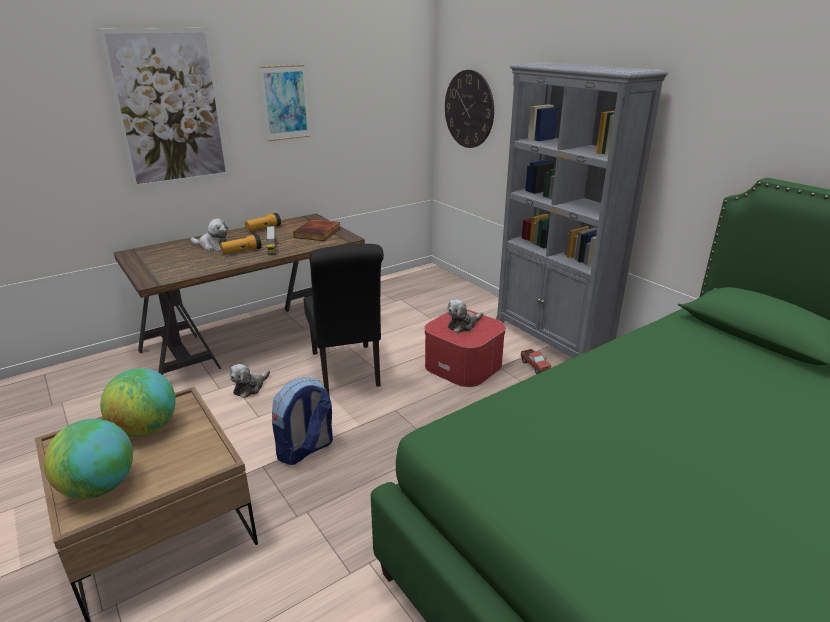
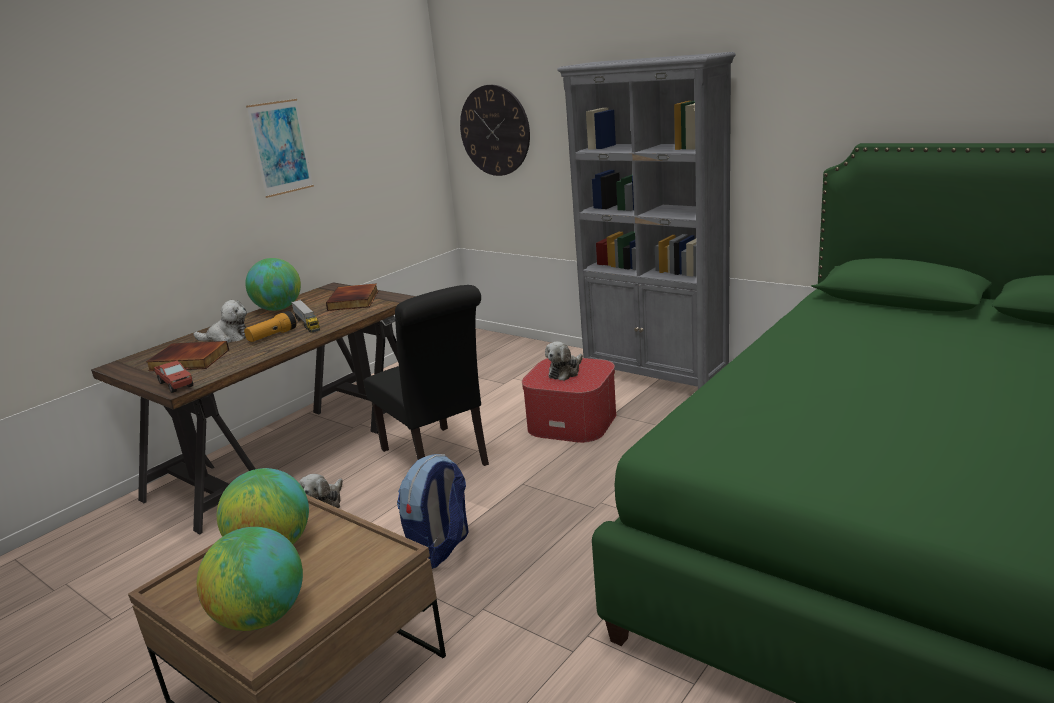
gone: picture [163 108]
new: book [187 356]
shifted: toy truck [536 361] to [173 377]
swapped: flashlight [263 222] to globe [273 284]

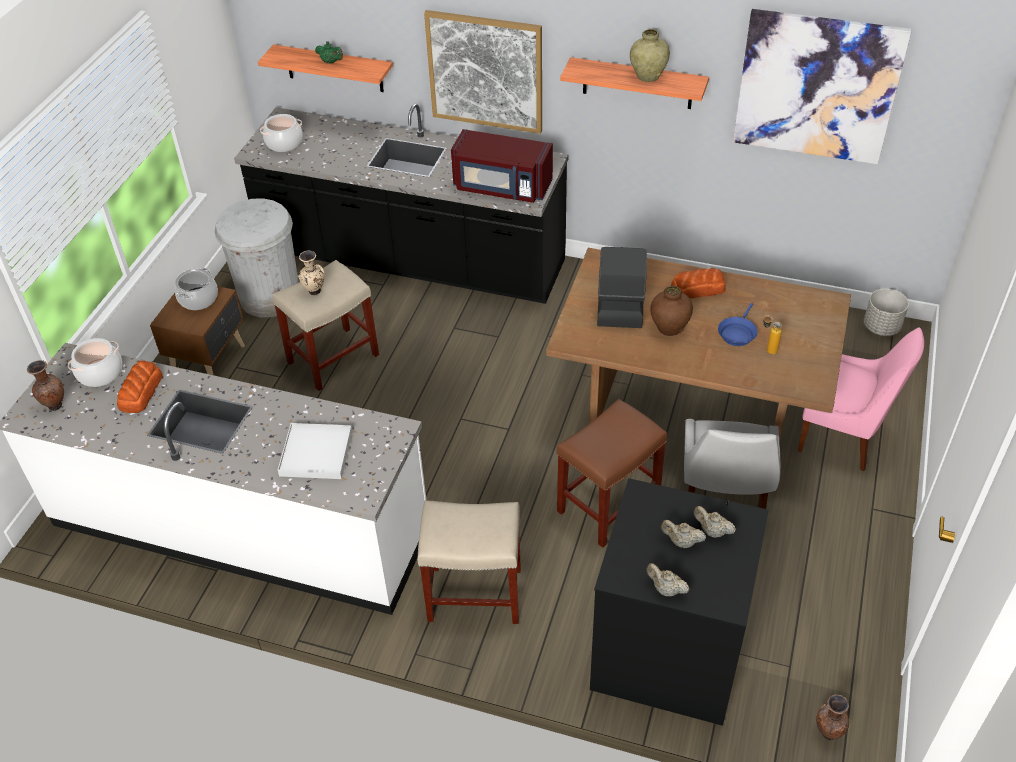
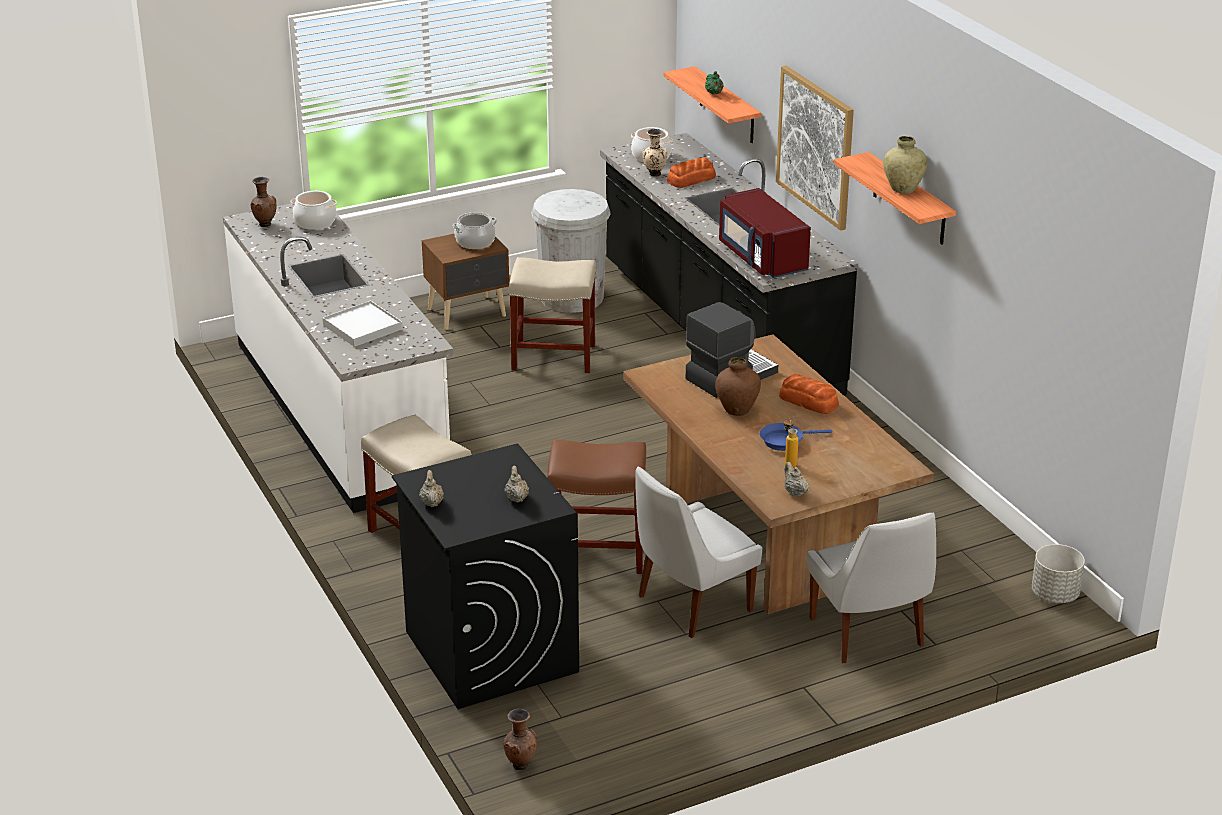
gone: picture [822 86]
shifted: bread [139 387] to [691 172]; vase/beige [310 273] to [655 152]; teapot/beige [683 534] to [796 479]
repainted: chair/pink [861 399] to chair/white [871 588]

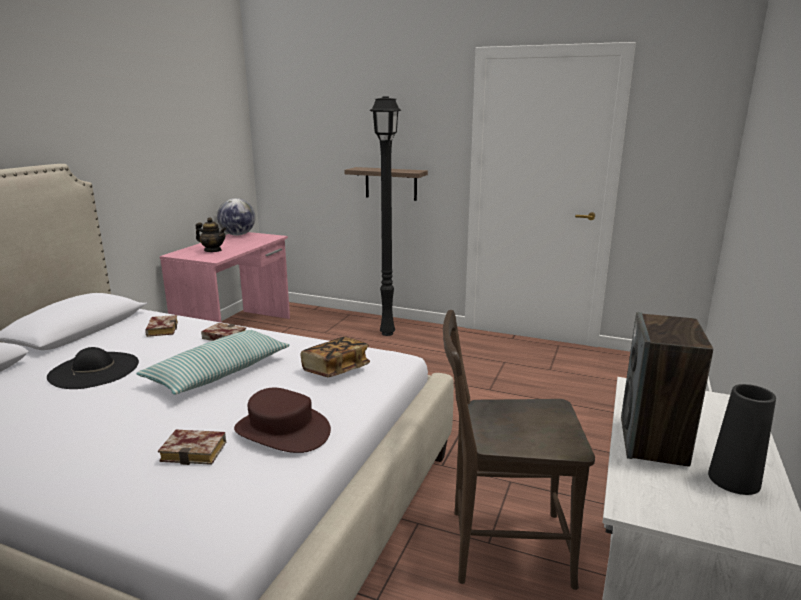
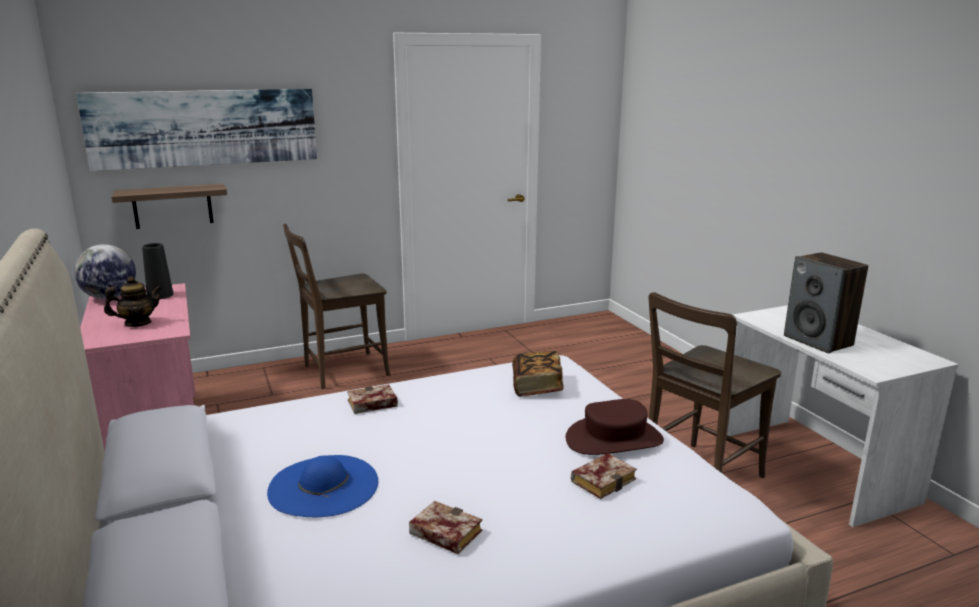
gone: pillow [213 362]
new: picture [196 130]
shifted: book [161 326] to [445 527]; shelf [386 184] to [169 206]; vase/black [742 439] to [158 271]
swapped: floor lamp/black [385 216] to chair/brown [337 306]
repainted: hat/black [93 368] to hat/blue [322 486]

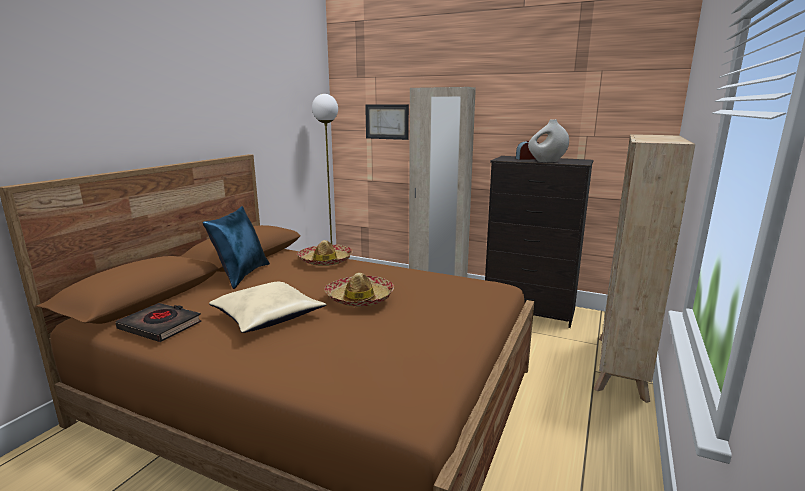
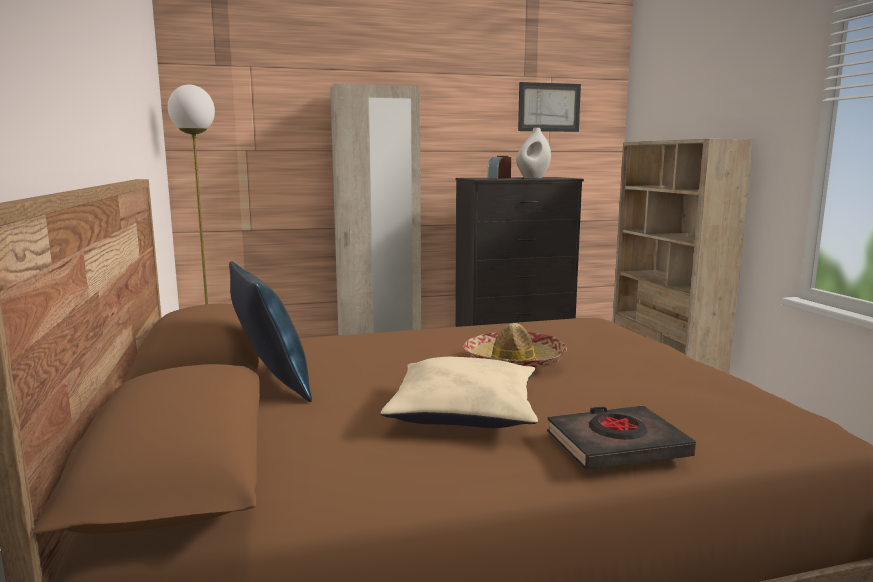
gone: hat [325 253]
shifted: book/black [158 322] to [621 438]; picture [387 122] to [549 107]

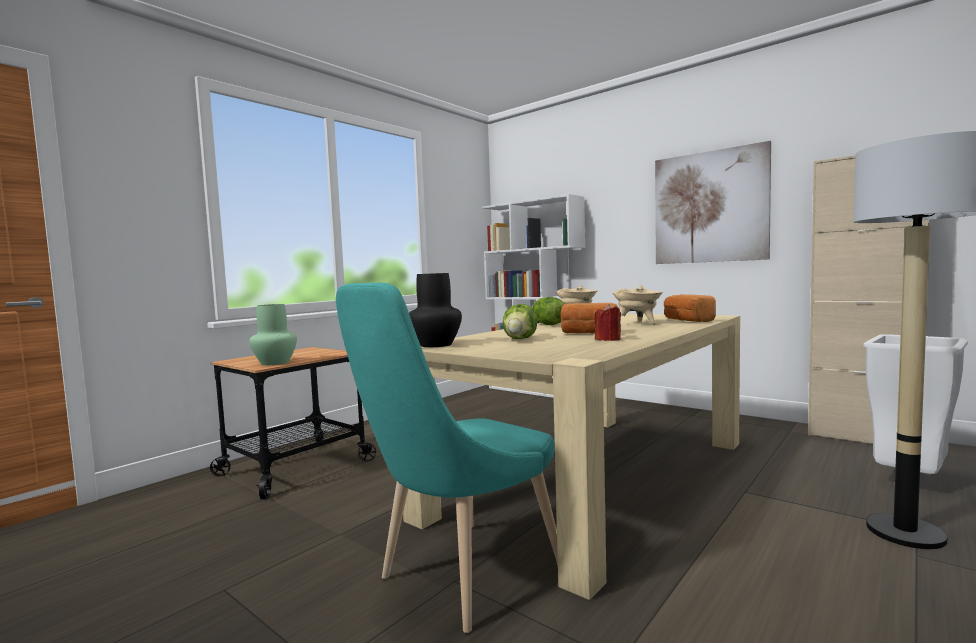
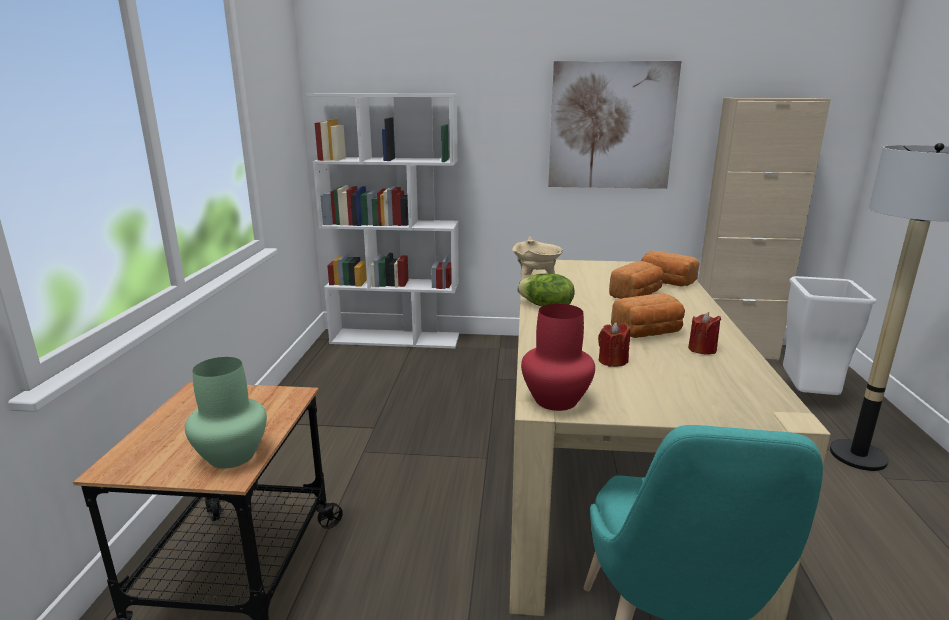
swapped: lettuce [520 321] to candle/red [614 344]; cooking pot/beige [637 305] to bread [636 280]
repainted: vase/black [435 310] to vase/red [558 357]

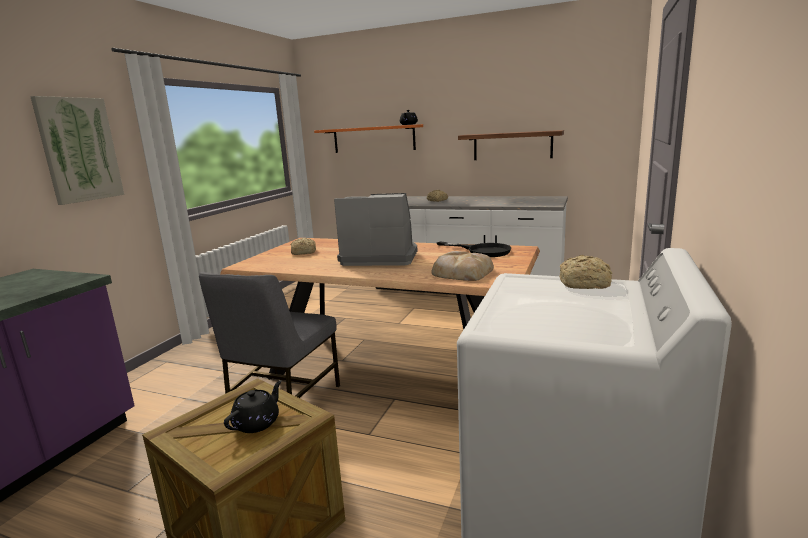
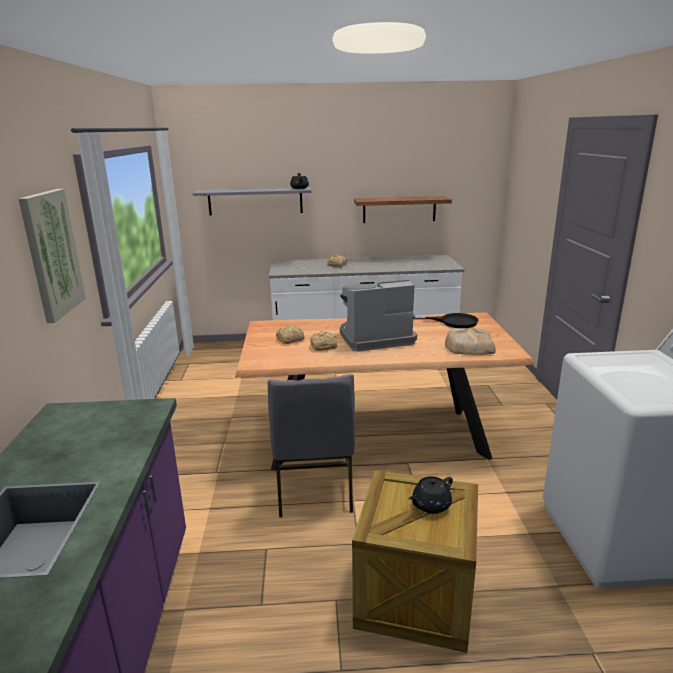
shifted: bread [586 272] to [323 341]
repainted: shelf/orange [368 138] to shelf/grey [252 201]
rotated: teapot/black [253 406] = [431 495] 135 degrees counterclockwise

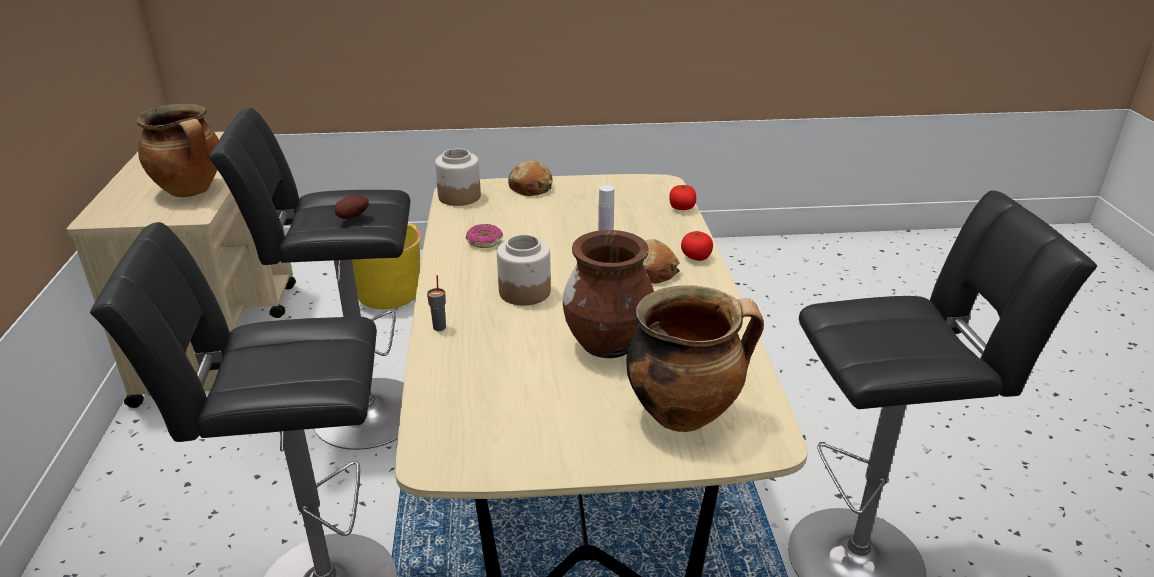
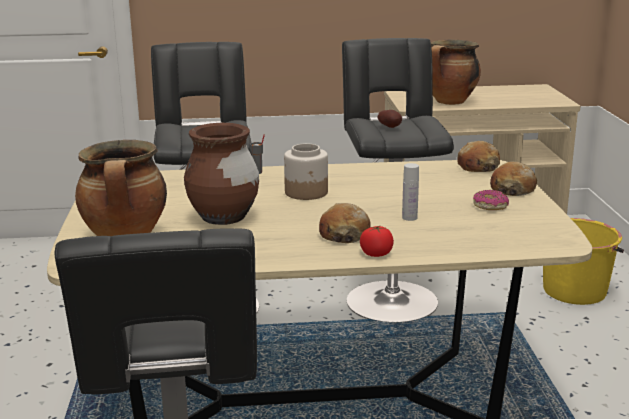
gone: tomato [682 197]
shifted: donut [484 236] to [491 200]
swapped: jar [458 177] to bread [478 156]

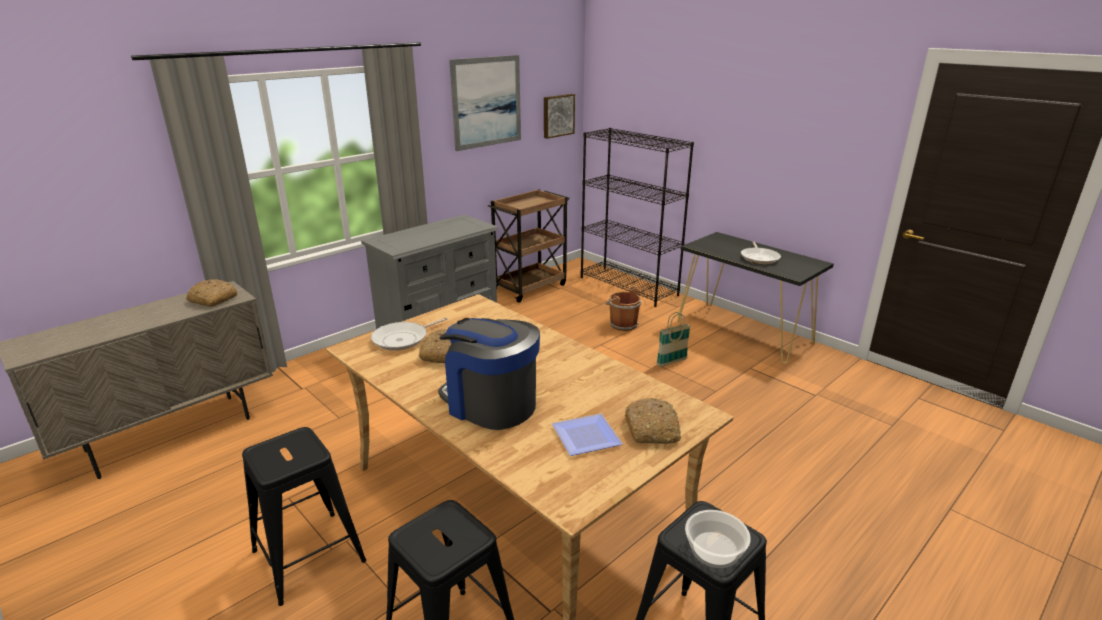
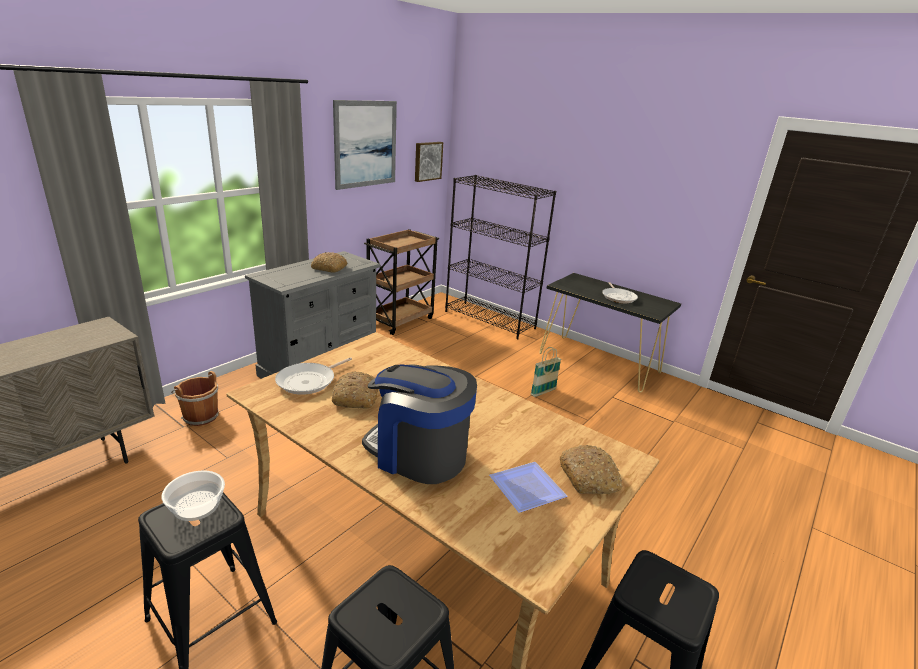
shifted: bread [211 293] to [329 262]; bucket/brown [624 308] to [195 398]; bowl [718 539] to [193 496]

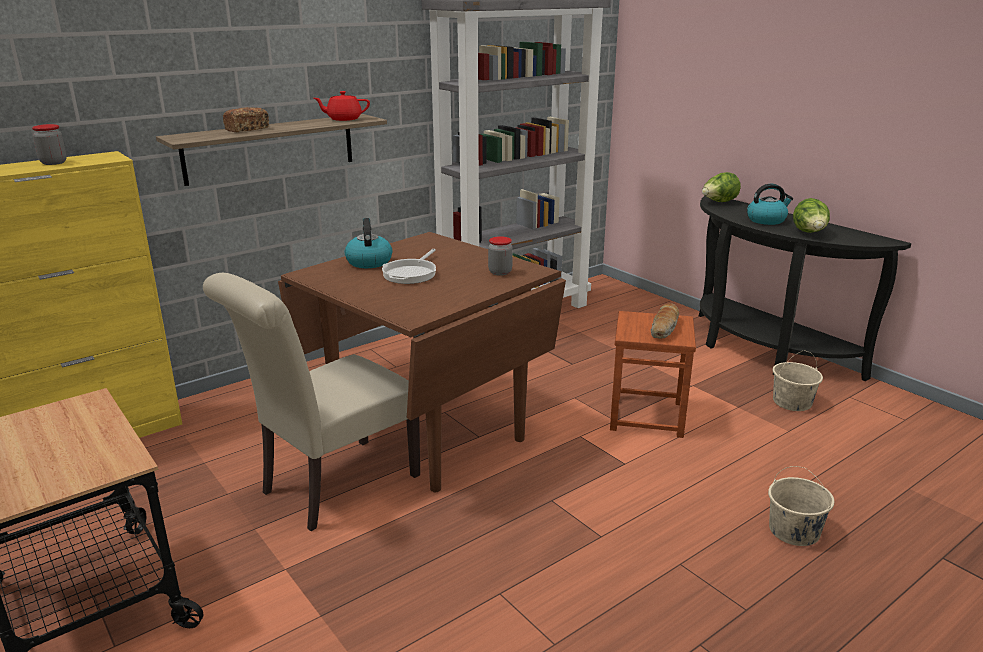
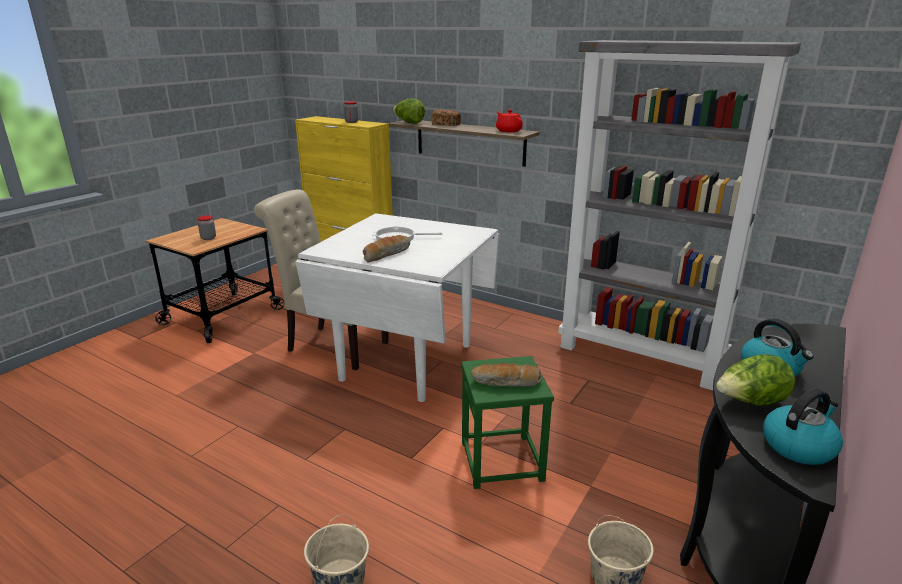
new: bread [386 248]
shifted: kettle [368 243] to [803 426]; jar [500 256] to [206 227]; lettuce [721 187] to [409 111]
repainted: dining table/brown [422 362] to dining table/white [397 307]; stool/brown [653 374] to stool/green [507 422]

